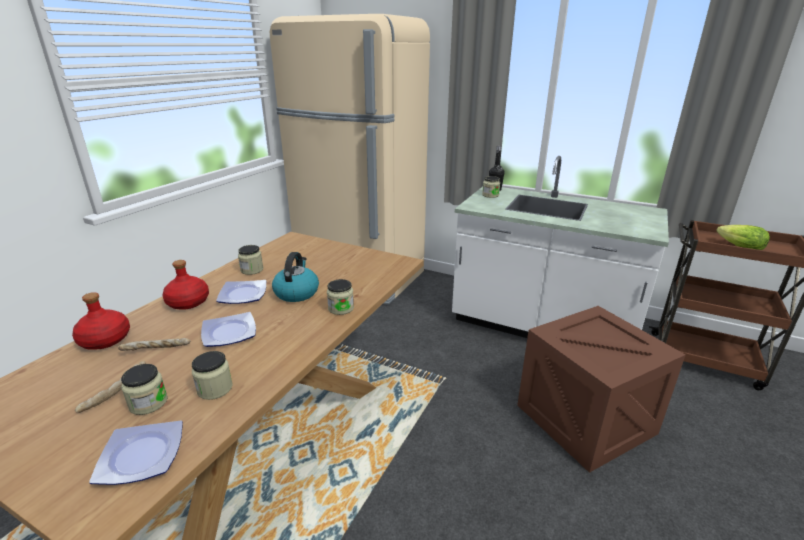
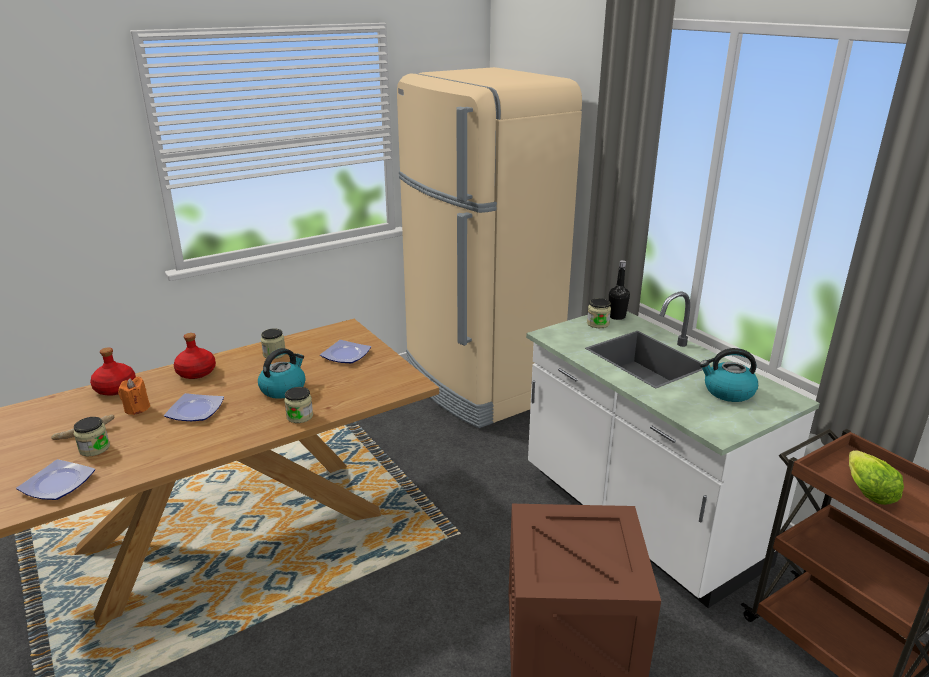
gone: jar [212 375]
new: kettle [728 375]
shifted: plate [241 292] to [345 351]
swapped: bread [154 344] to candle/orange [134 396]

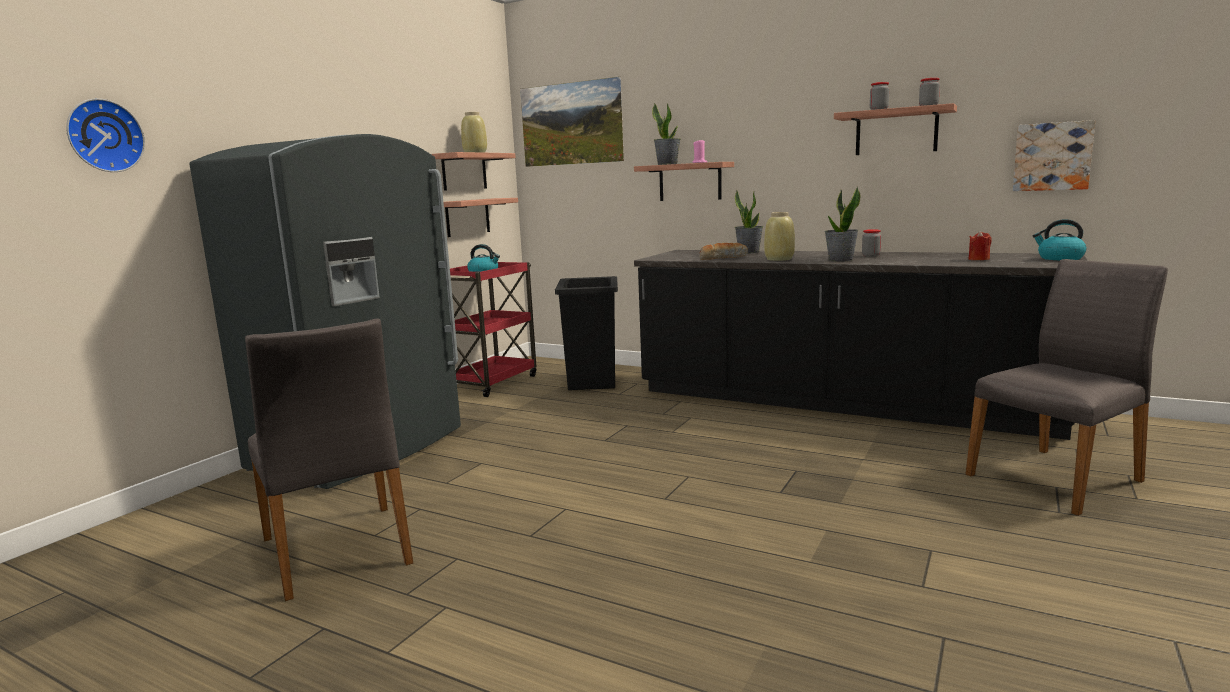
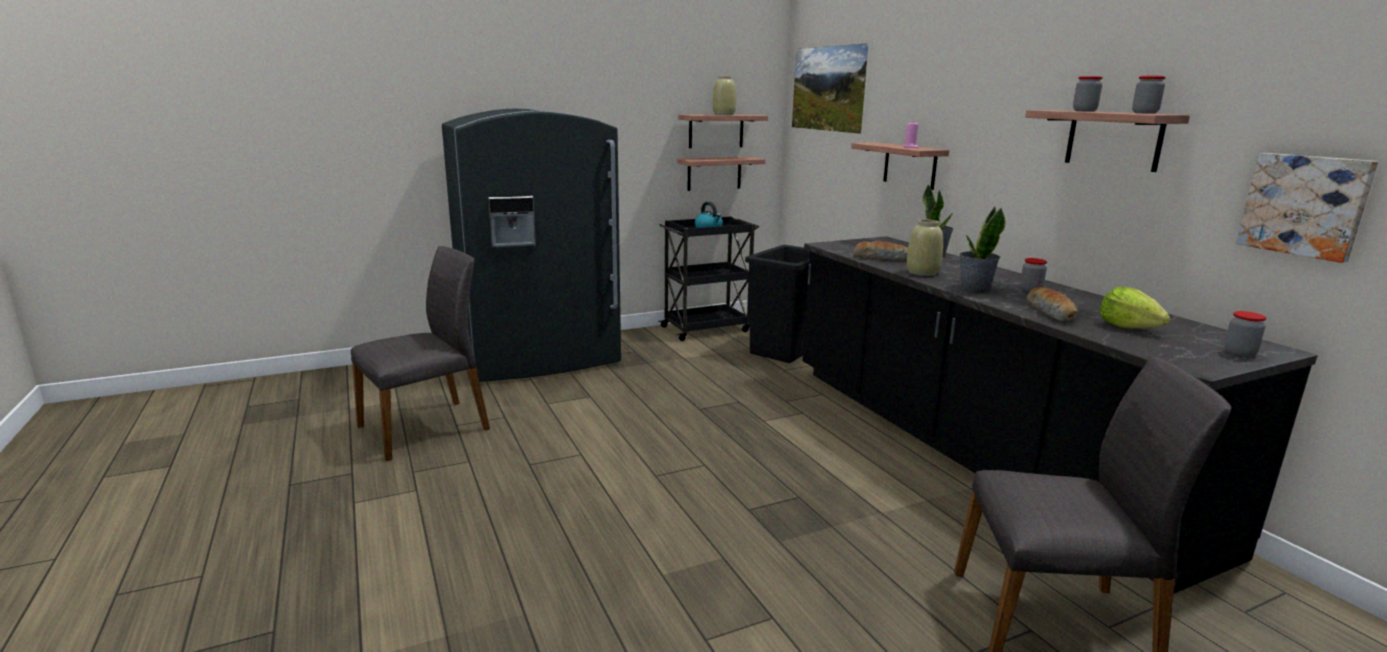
gone: wall clock [105 135]; potted plant [666 134]
new: bread [1052 304]
swapped: candle/red [980 245] to lettuce [1135 308]; kettle [1060 239] to jar [1245 334]
repainted: cart/red [493 329] to cart/black [708 278]
rotated: chair/grey [329 460] = [420 353] 135 degrees counterclockwise

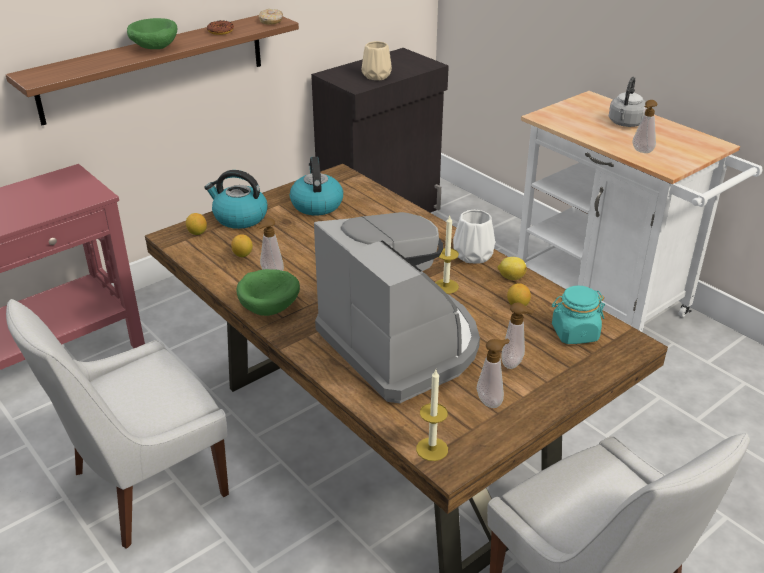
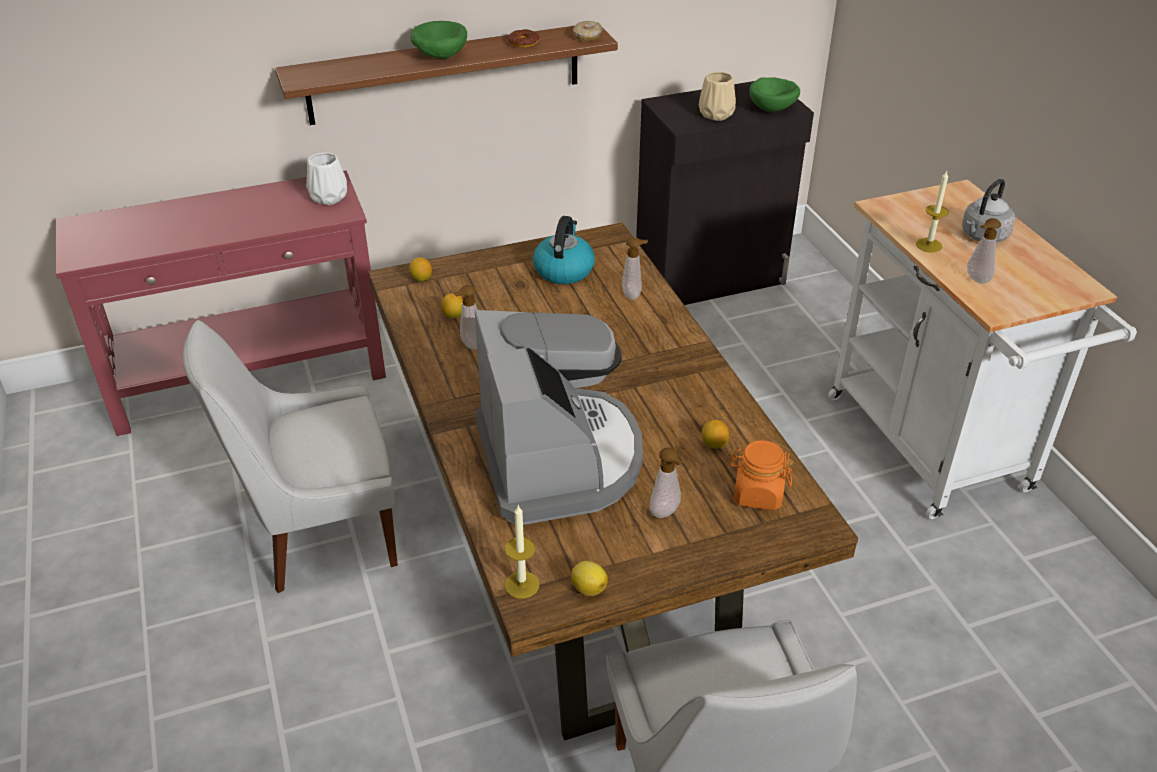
gone: kettle [236 199]
shifted: bowl/green [268 292] to [774 94]; candle [447 255] to [932 212]; vase/white [474 237] to [326 178]; soap dispenser [493 373] to [635 268]; lemon [512 268] to [589 578]
repainted: jar/turquoise [578 315] to jar/orange [761 475]

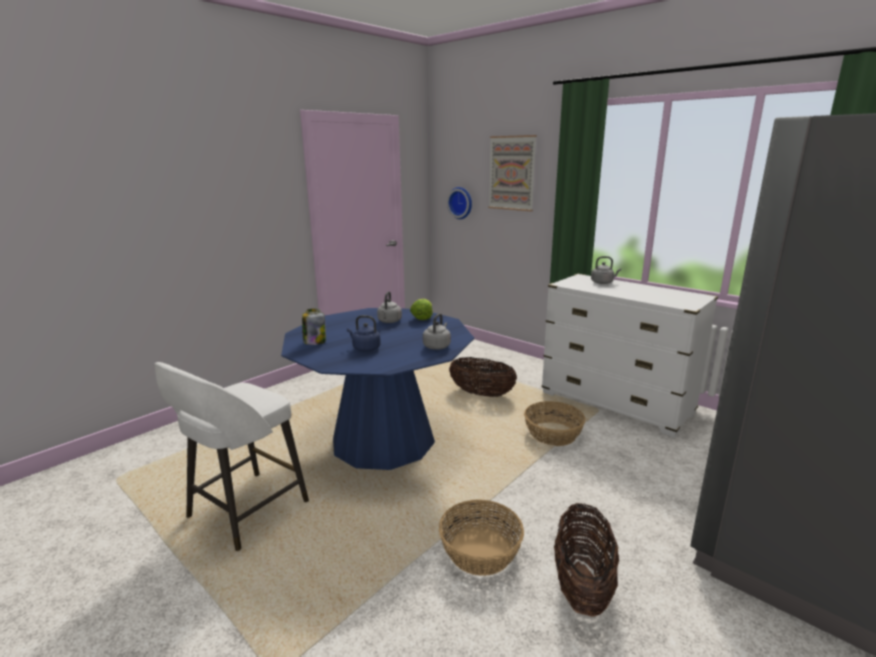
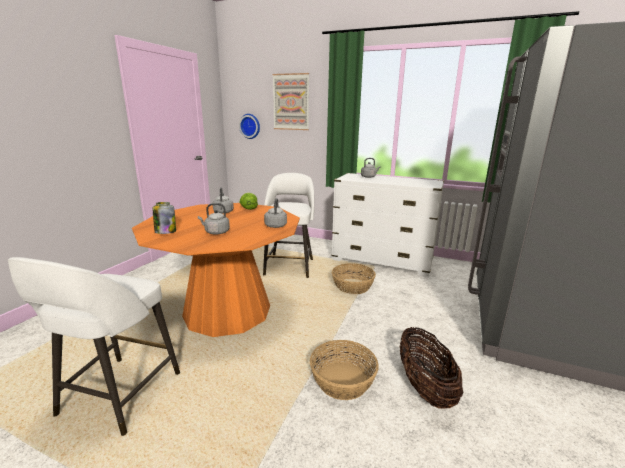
swapped: basket [483 377] to stool/white [288 225]
repainted: dining table/blue [377 389] to dining table/orange [216 270]; kettle/blue [364 333] to kettle/grey [214 219]

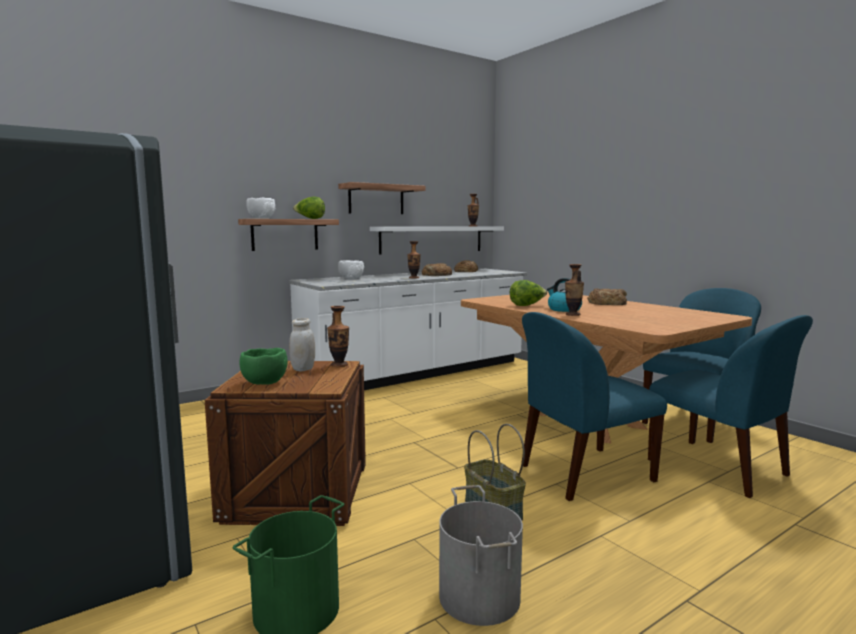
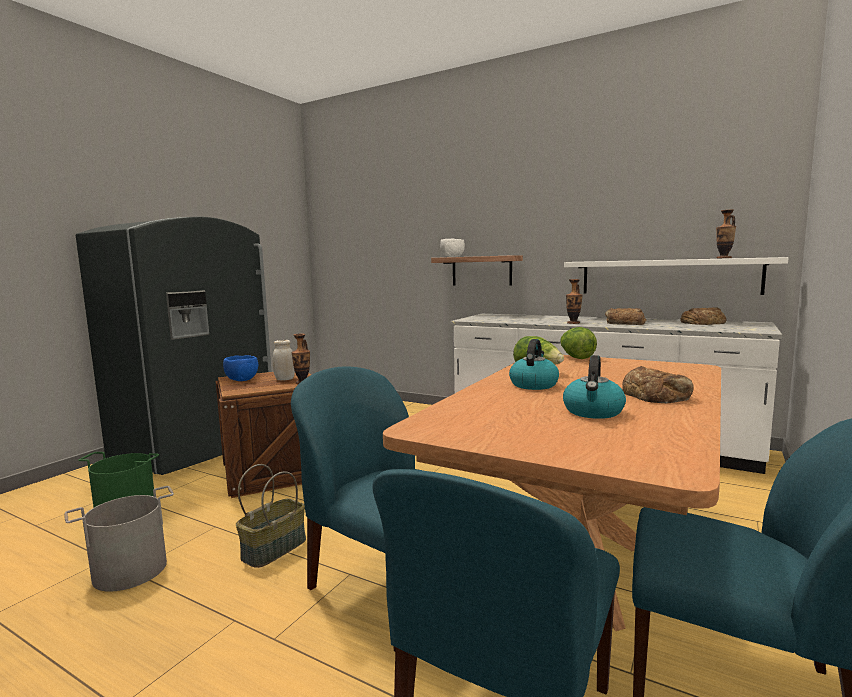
gone: shelf [381 198]; bowl/white [351 269]; vase [574 290]
new: kettle [594 387]
shifted: lettuce [309 208] to [578 343]
repainted: bowl/green [264 366] to bowl/blue [240 368]

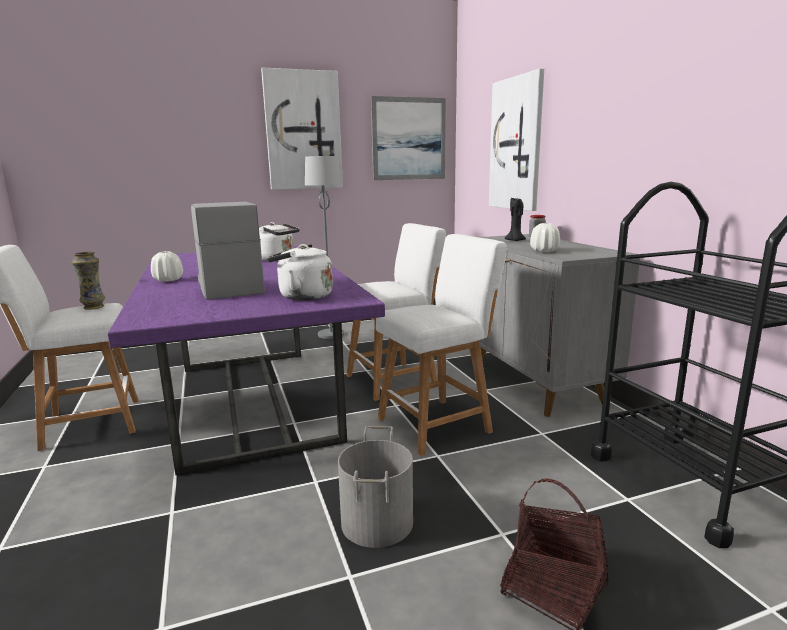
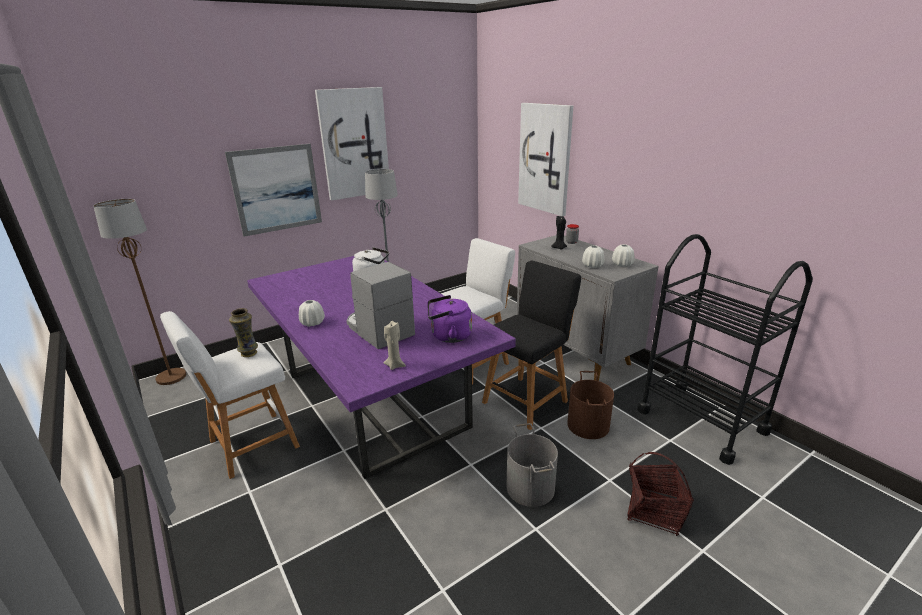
new: floor lamp/brown [139 292]; candle/beige [394 345]; bucket/brown [590 405]; vase/white [623 255]
shifted: picture [408 138] to [273 190]
repainted: kettle/white [299 272] to kettle/purple [450 319]; stool/white [441 345] to stool/black [531 345]

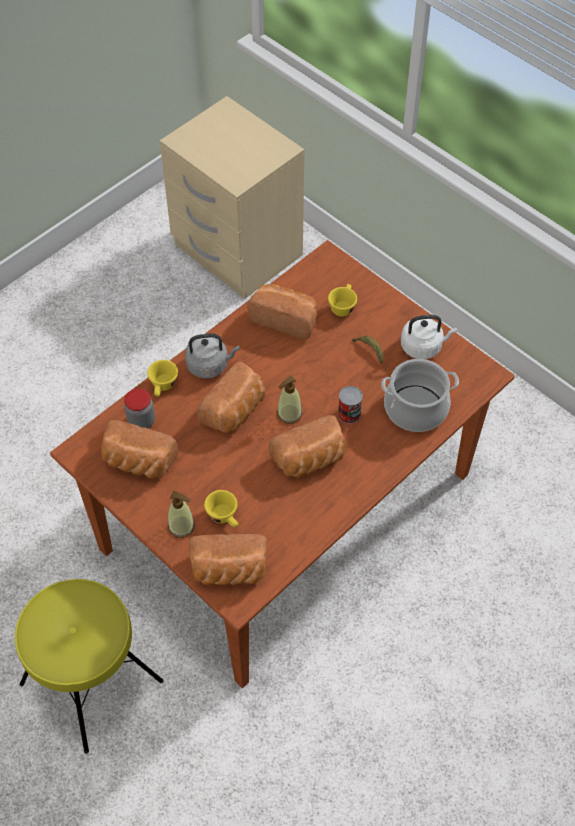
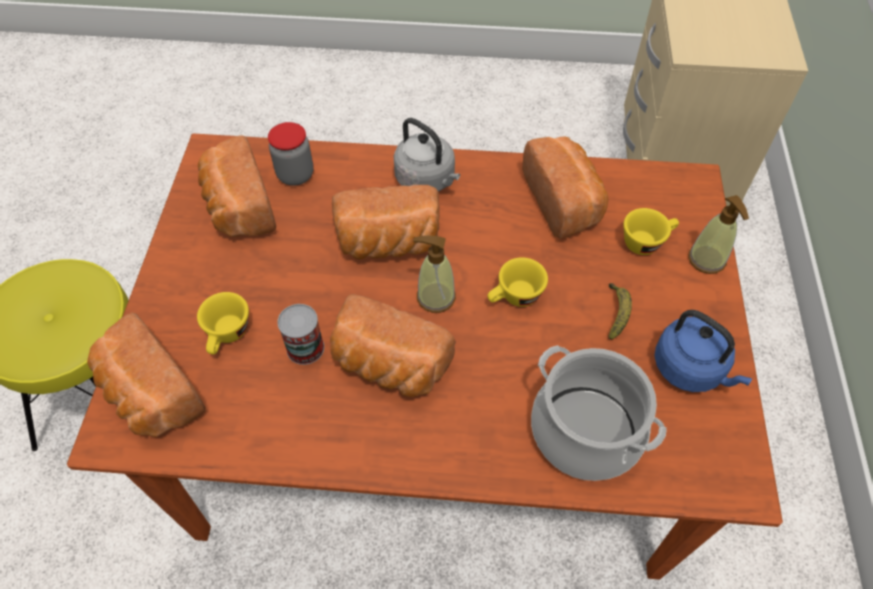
shifted: cup/yellow [162 378] to [517 282]; soap dispenser [181 514] to [718 234]; can [350 405] to [300 334]
repainted: kettle/white [429 337] to kettle/blue [703 351]

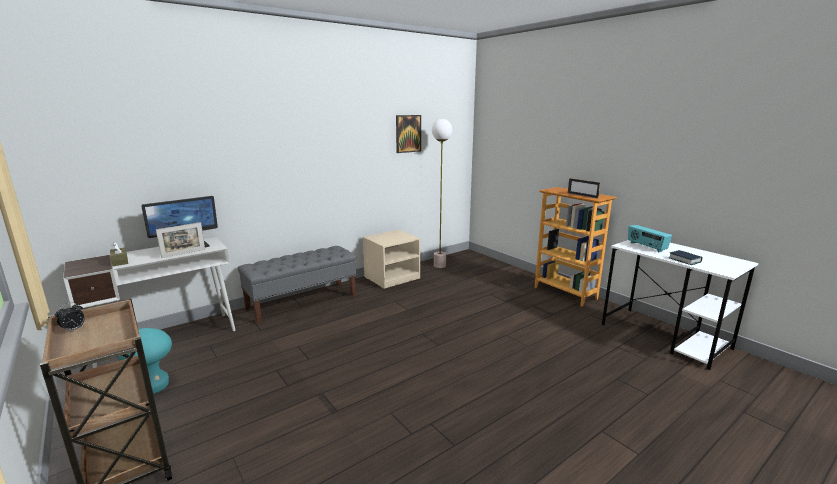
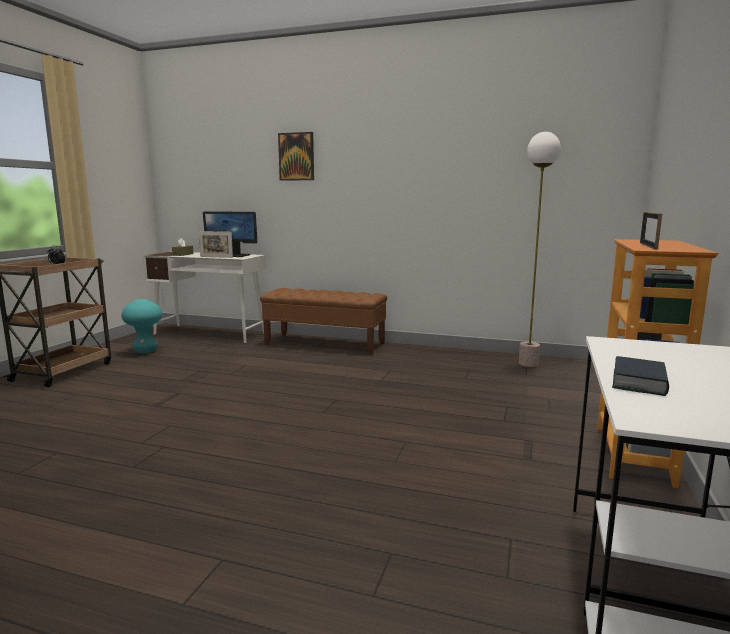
gone: nightstand/beige [391 259]; radio [650 238]
shifted: picture [408 134] to [296 156]
repainted: bench/grey [296 285] to bench/brown [323 321]

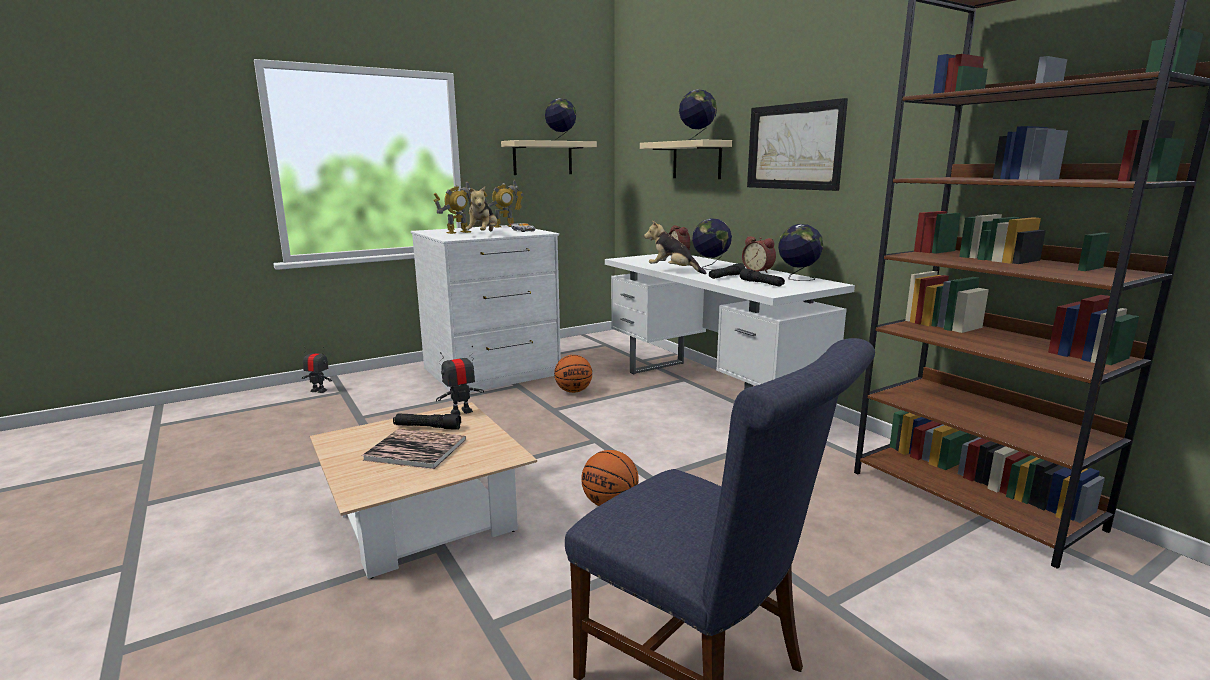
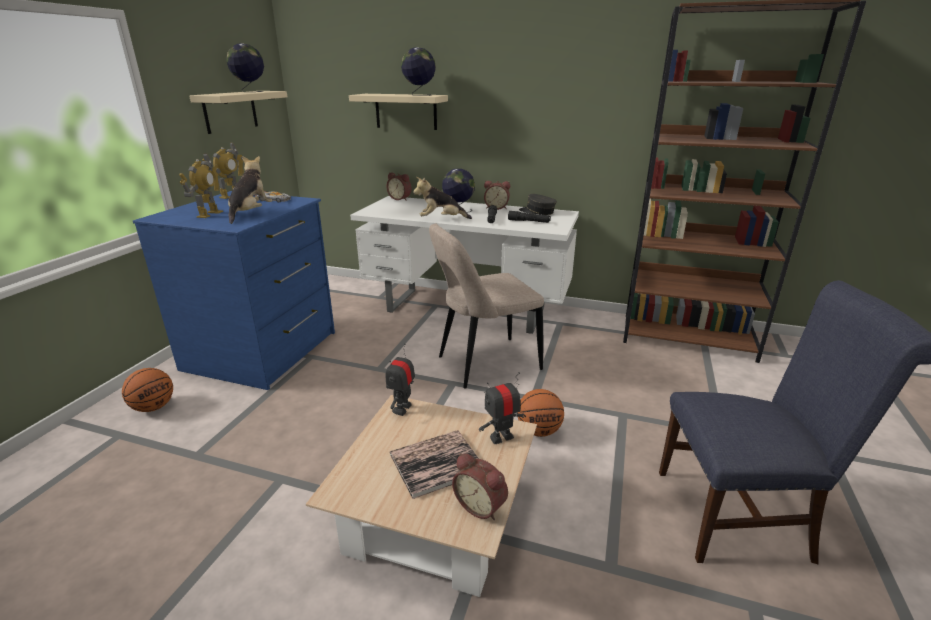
gone: flashlight/black [427 421]; picture [797 144]
new: chair/beige [486 306]; alarm clock [480 486]
shifted: toy robot [317 369] to [502 408]; basketball [573 374] to [147 390]
swapped: globe [800 252] to cap/grey [538 204]
repainted: dresser/white [486 309] to dresser/blue [234 290]
rotated: plush toy [481 208] = [250 190] 135 degrees counterclockwise

